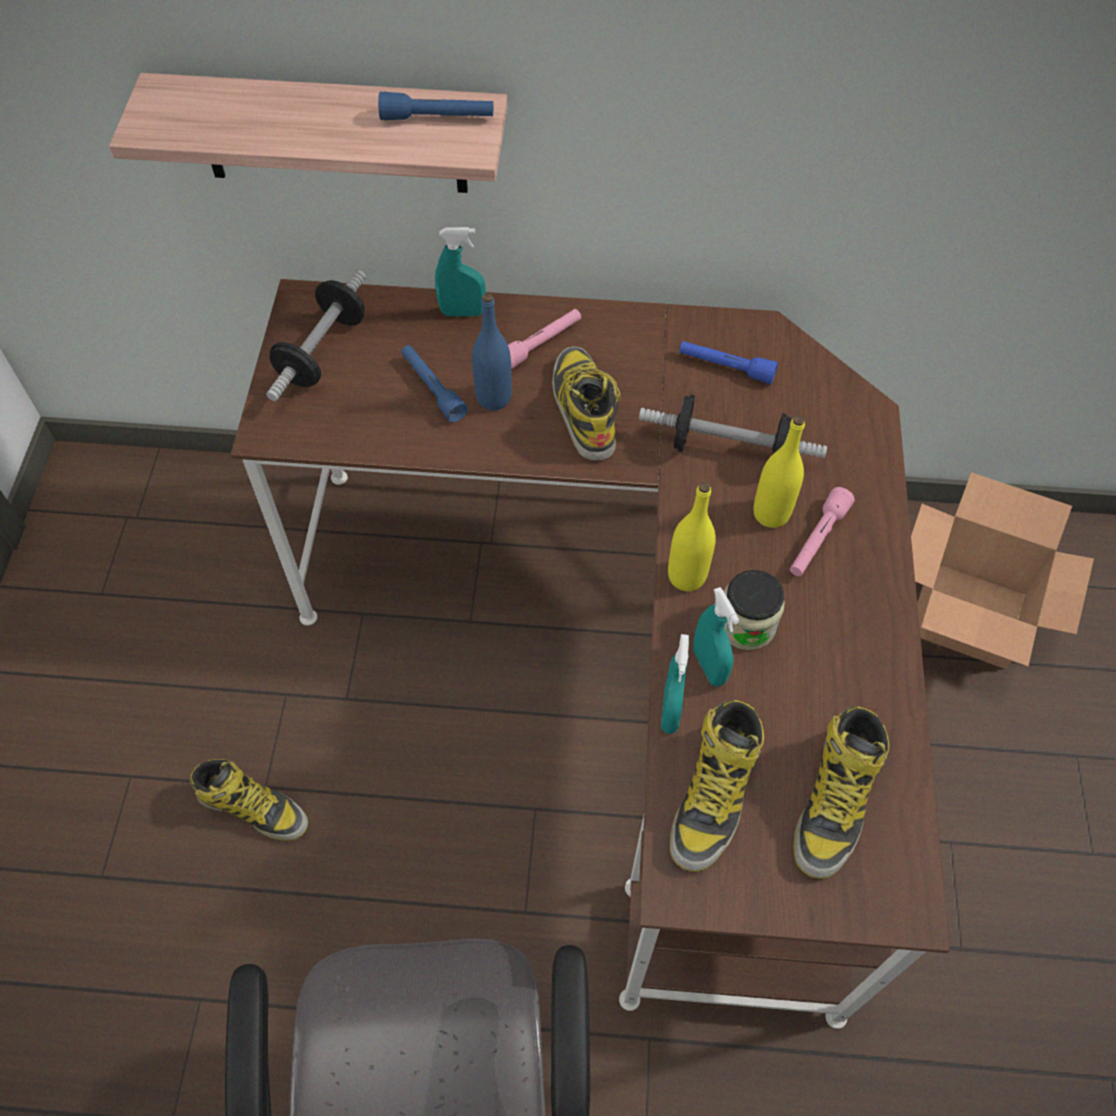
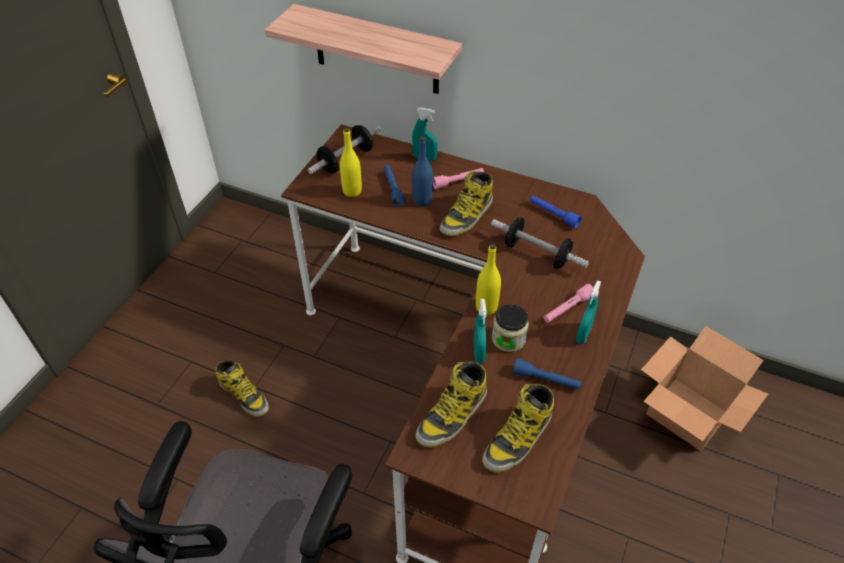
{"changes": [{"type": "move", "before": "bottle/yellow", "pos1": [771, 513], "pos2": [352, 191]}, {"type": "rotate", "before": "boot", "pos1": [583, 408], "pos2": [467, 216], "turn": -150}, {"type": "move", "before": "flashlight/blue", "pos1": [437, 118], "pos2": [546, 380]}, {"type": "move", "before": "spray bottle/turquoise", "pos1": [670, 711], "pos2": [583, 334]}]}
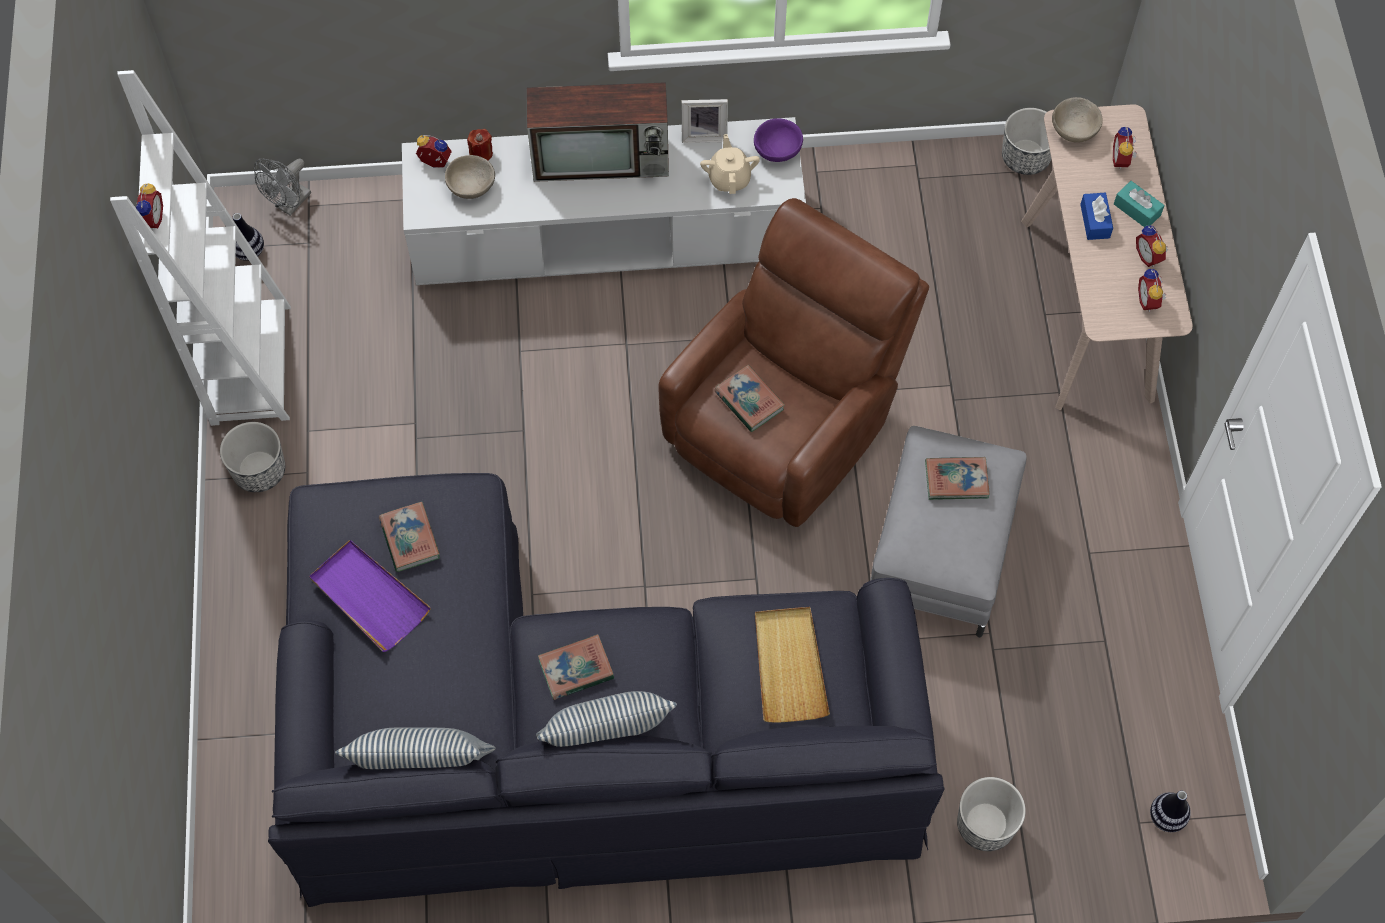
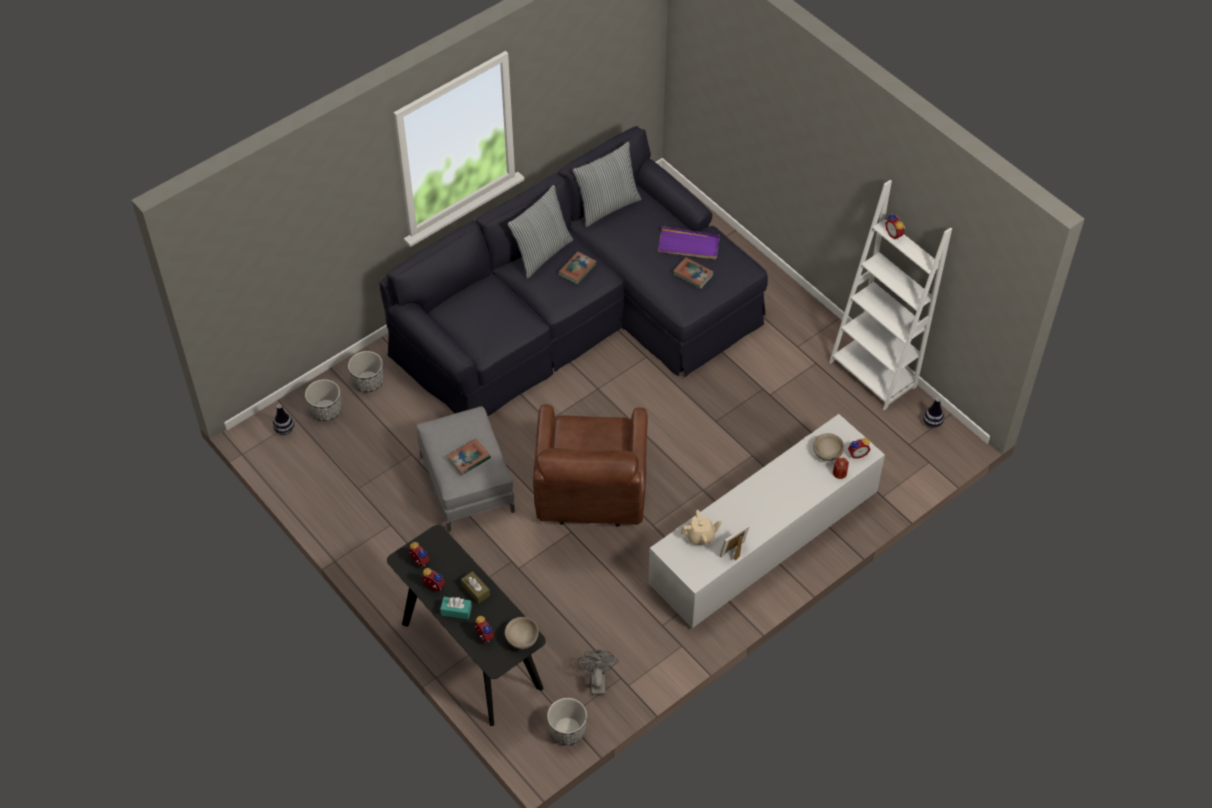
{"changes": [{"type": "move", "before": "planter", "pos1": [259, 471], "pos2": [326, 410]}, {"type": "recolor", "before": "console table/beige", "after": "console table/black", "pos1": [1087, 309], "pos2": [471, 655]}, {"type": "recolor", "before": "tissue box/blue", "after": "tissue box/brown", "pos1": [1095, 221], "pos2": [475, 590]}, {"type": "move", "before": "fan/grey", "pos1": [290, 204], "pos2": [597, 681]}, {"type": "rotate", "before": "teapot/beige", "pos1": [729, 178], "pos2": [700, 536], "turn": -60}, {"type": "delete", "before": "television", "pos1": [603, 158]}, {"type": "delete", "before": "book", "pos1": [749, 401]}, {"type": "delete", "before": "bowl/purple", "pos1": [777, 150]}, {"type": "delete", "before": "tray/beige", "pos1": [789, 666]}]}
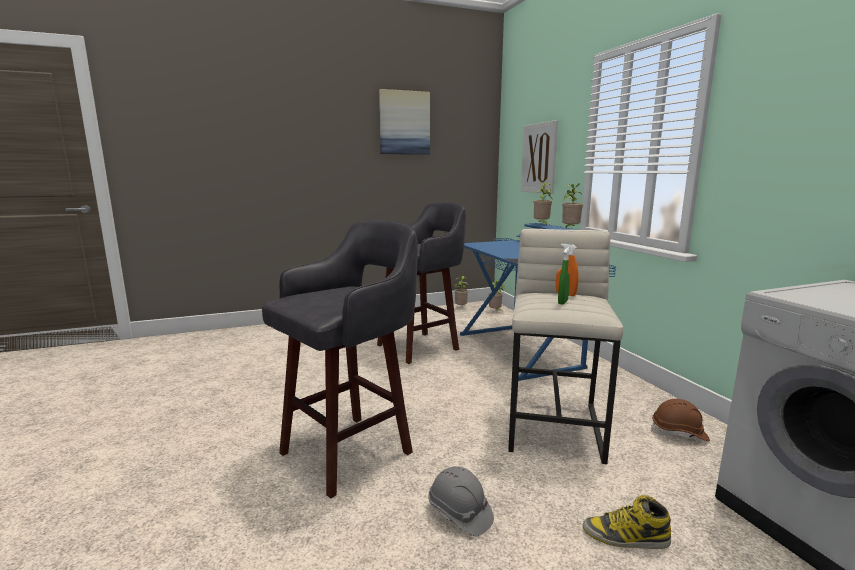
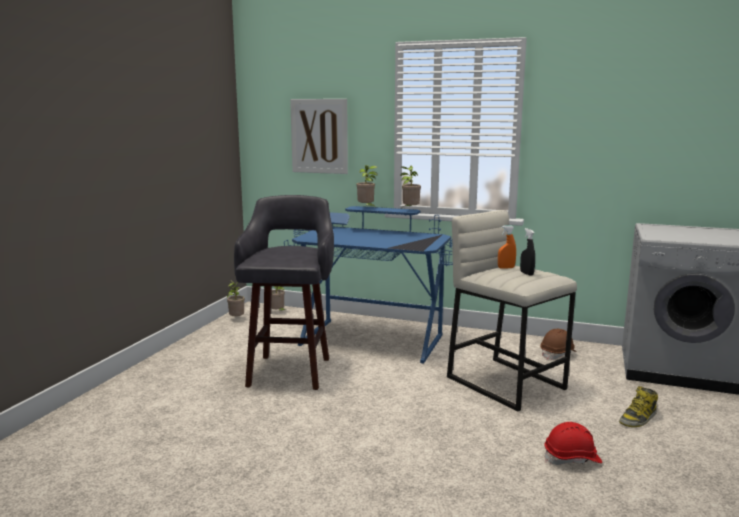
{"changes": [{"type": "recolor", "before": "spray bottle/green", "after": "spray bottle/black", "pos1": [563, 302], "pos2": [526, 273]}, {"type": "recolor", "before": "hard hat/grey", "after": "hard hat/red", "pos1": [459, 513], "pos2": [572, 459]}, {"type": "delete", "before": "stool/grey", "pos1": [351, 451]}, {"type": "delete", "before": "picture", "pos1": [404, 123]}]}
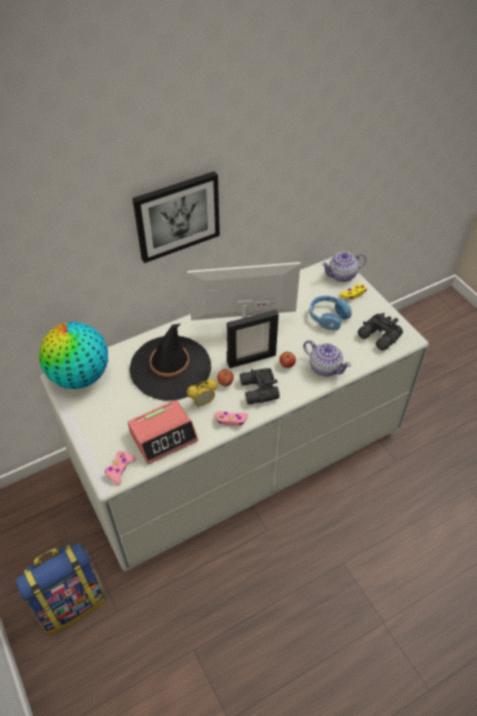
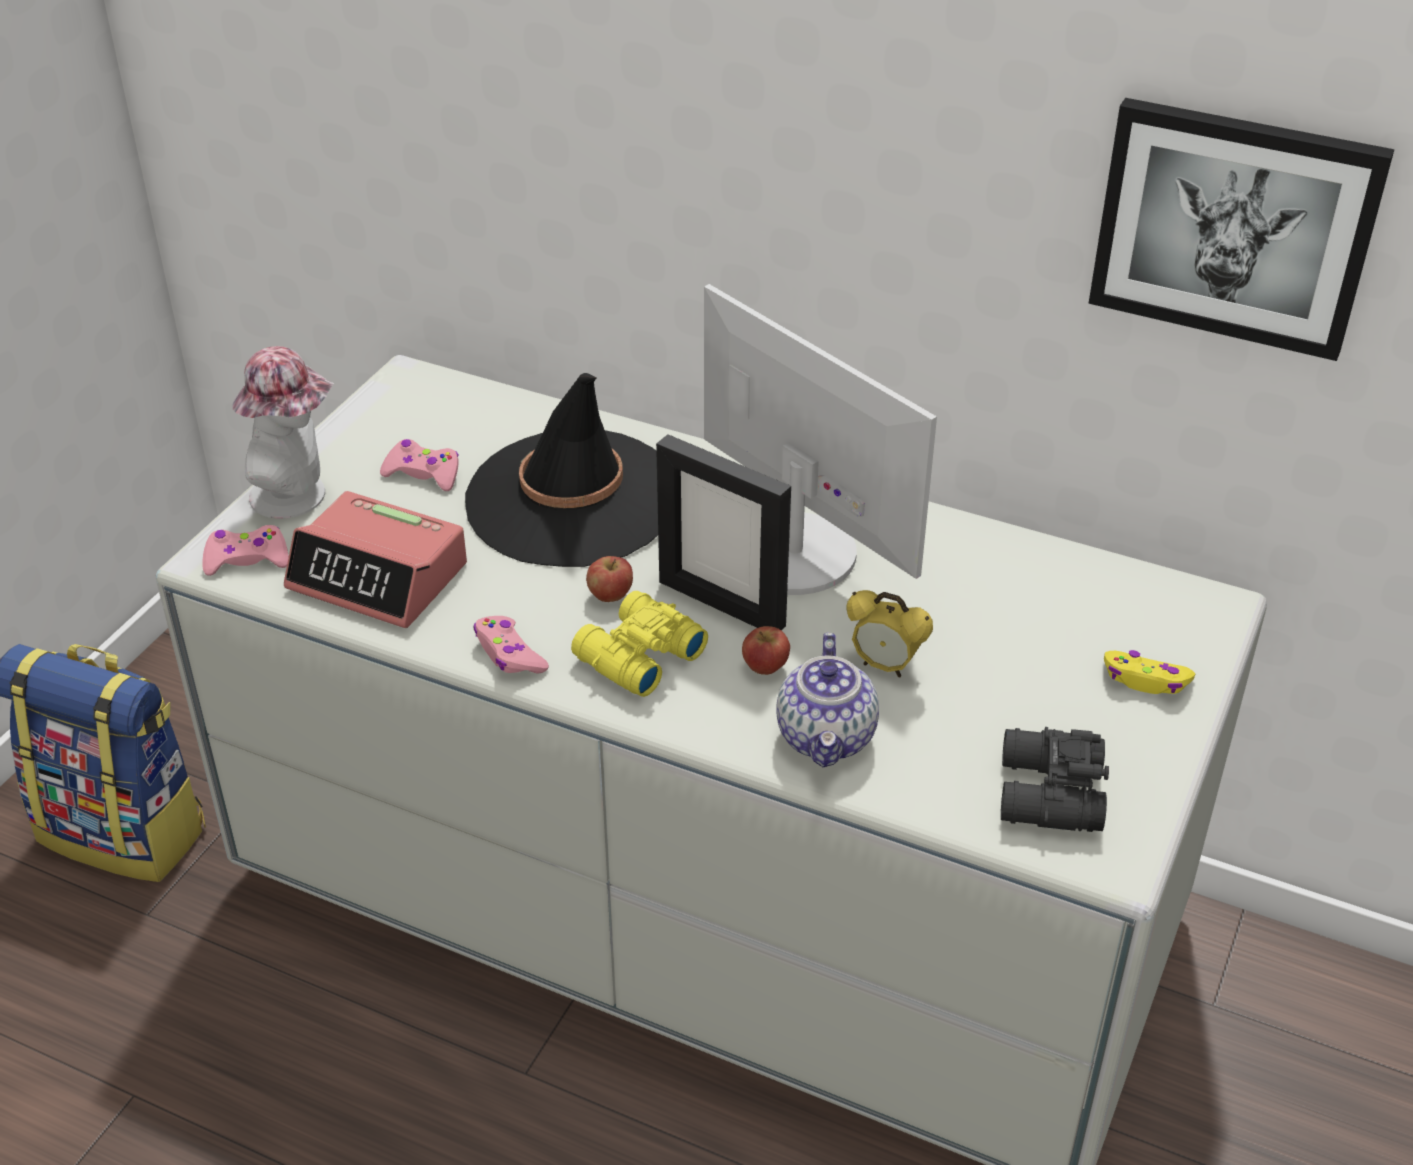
{"changes": [{"type": "insert", "after": "hat", "pos2": [298, 496]}, {"type": "insert", "after": "game controller/pink", "pos2": [423, 473]}, {"type": "recolor", "before": "binoculars/black", "after": "binoculars/yellow", "pos1": [258, 391], "pos2": [636, 656]}, {"type": "move", "before": "alarm clock", "pos1": [203, 402], "pos2": [885, 666]}, {"type": "move", "before": "picture", "pos1": [177, 216], "pos2": [1234, 226]}, {"type": "delete", "before": "globe", "pos1": [80, 376]}, {"type": "delete", "before": "headphones/blue", "pos1": [328, 317]}, {"type": "delete", "before": "teapot", "pos1": [342, 275]}]}
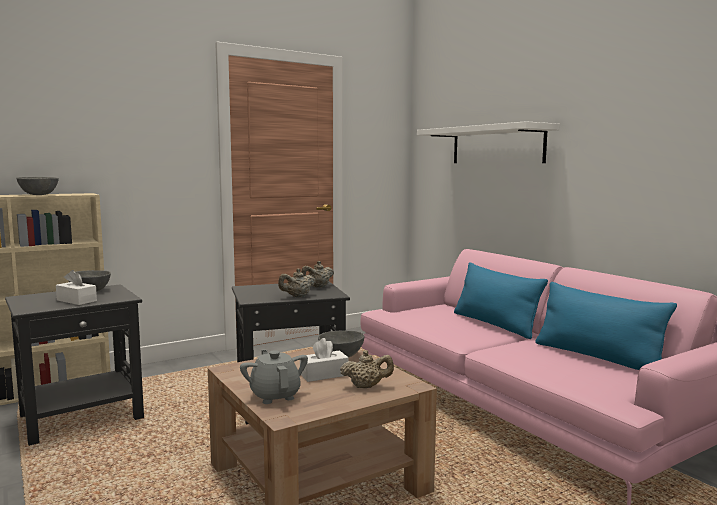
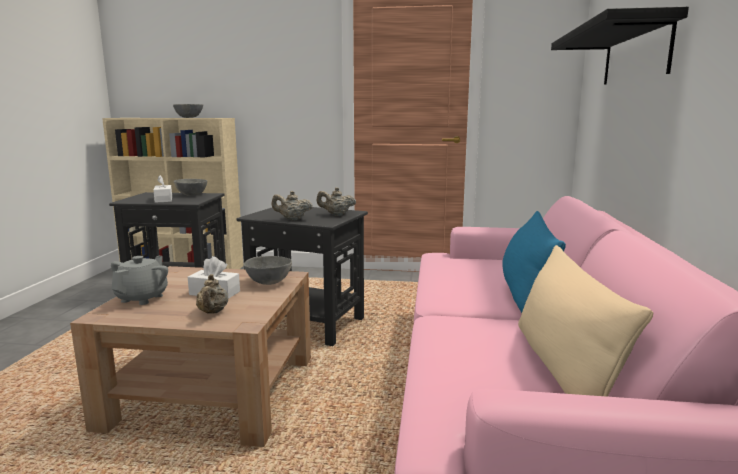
{"changes": [{"type": "rotate", "before": "teapot/beige", "pos1": [366, 386], "pos2": [212, 312], "turn": 45}, {"type": "recolor", "before": "pillow/blue", "after": "pillow/beige", "pos1": [597, 357], "pos2": [563, 368]}, {"type": "recolor", "before": "shelf/white", "after": "shelf/black", "pos1": [496, 145], "pos2": [635, 54]}]}
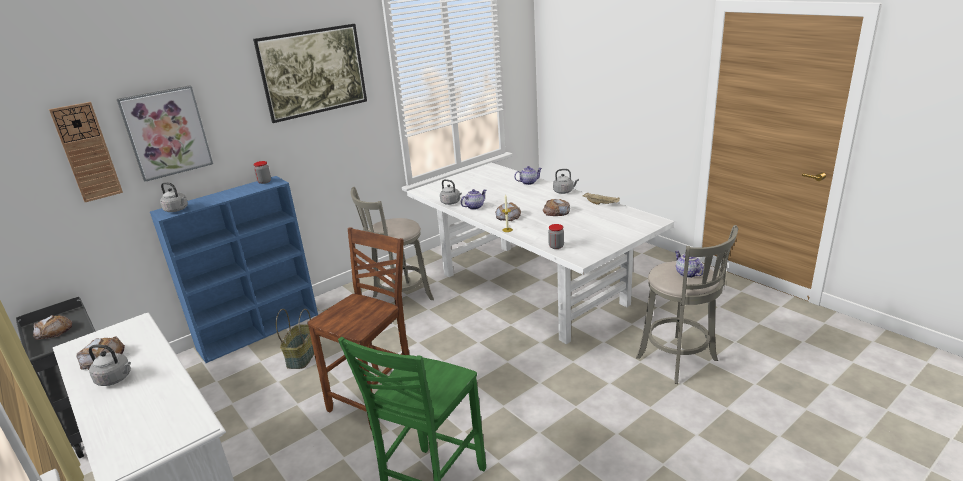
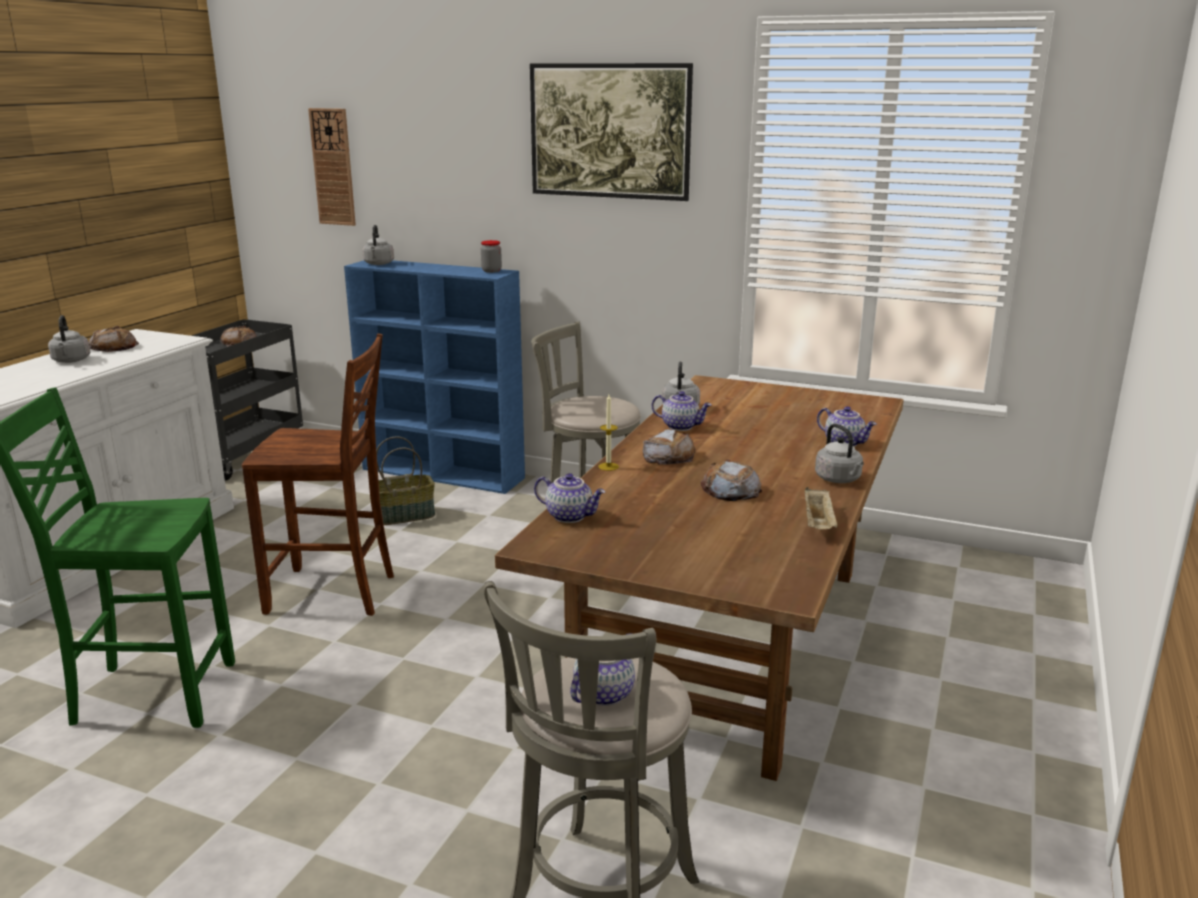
{"changes": [{"type": "recolor", "before": "dining table/white", "after": "dining table/brown", "pos1": [530, 288], "pos2": [728, 639]}, {"type": "replace", "before": "jar", "after": "teapot", "pos1": [556, 246], "pos2": [570, 516]}, {"type": "delete", "before": "picture", "pos1": [166, 132]}]}
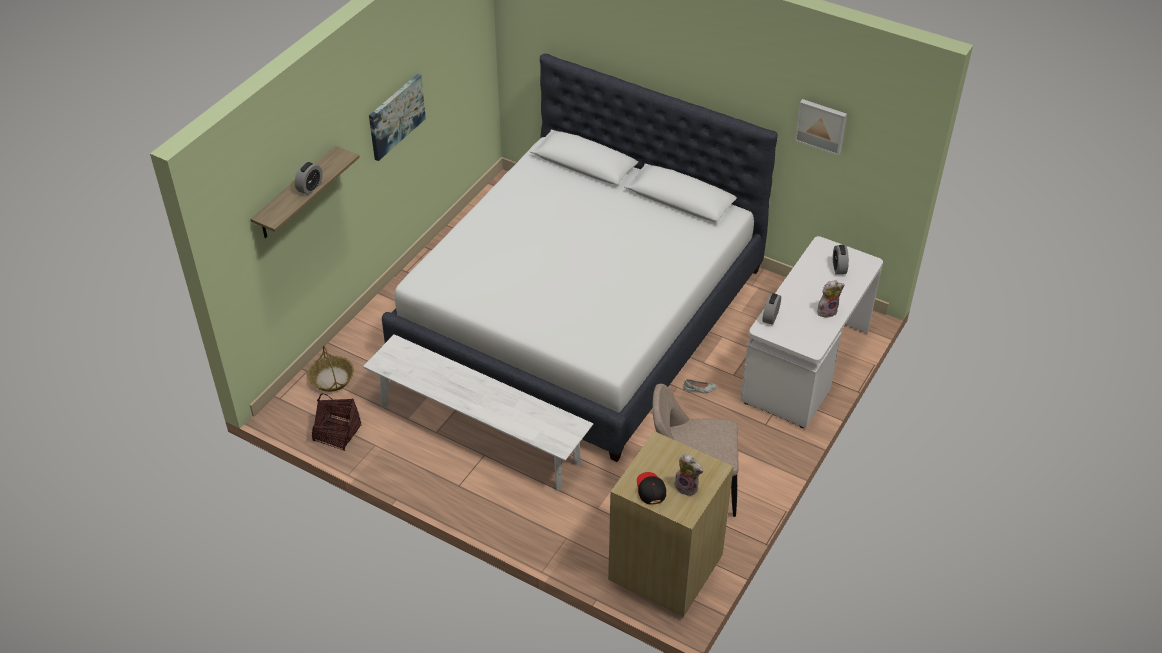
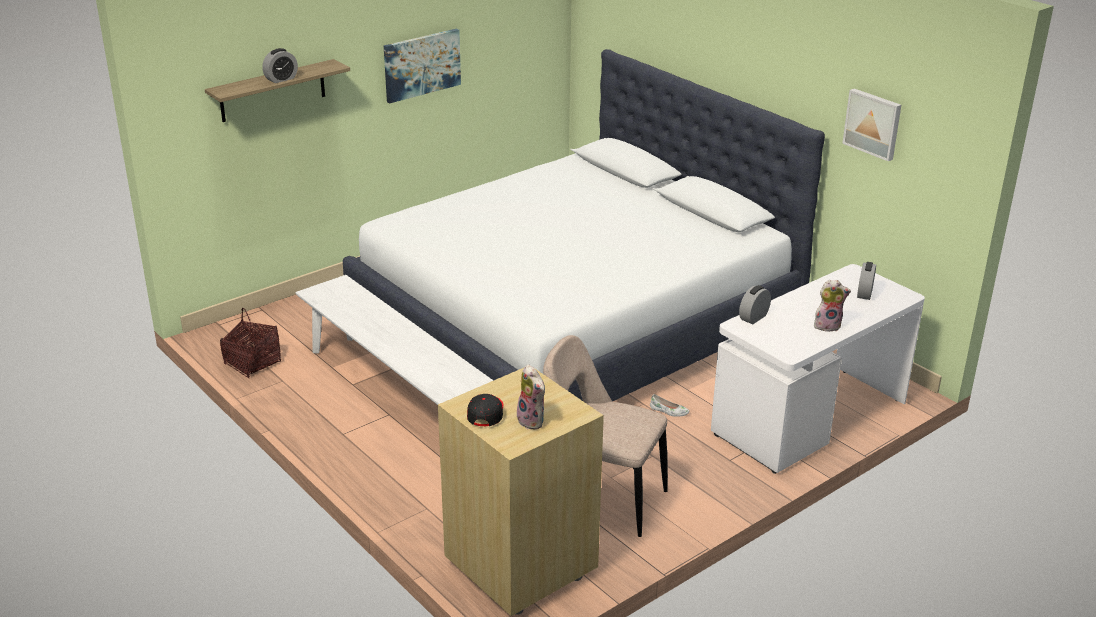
{"changes": [{"type": "delete", "before": "basket", "pos1": [331, 378]}]}
